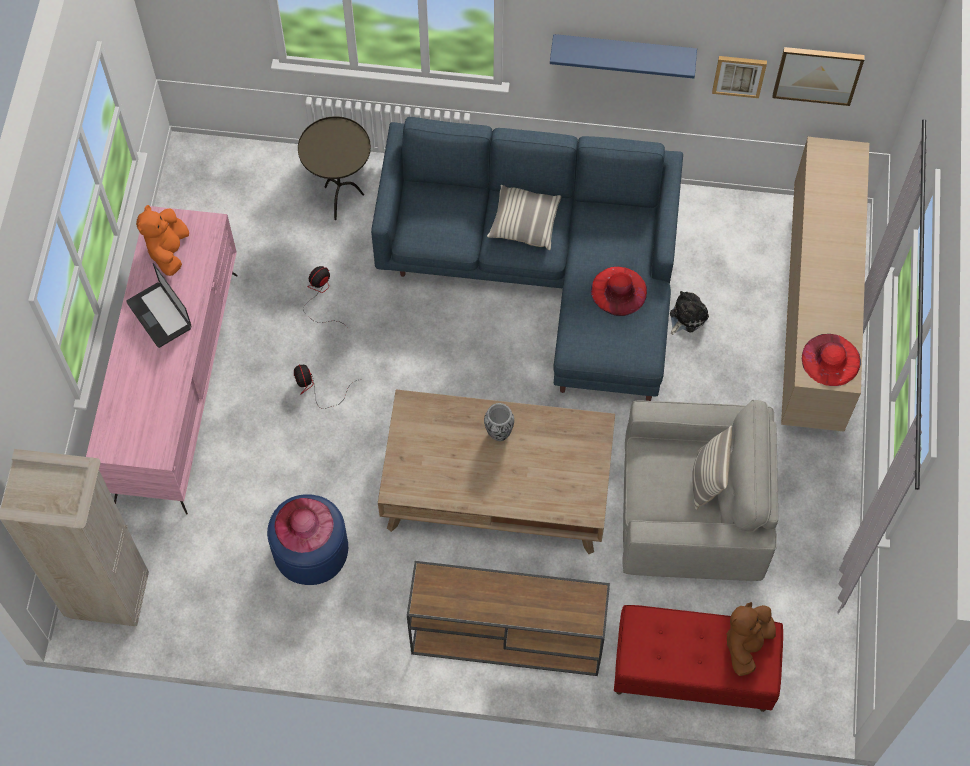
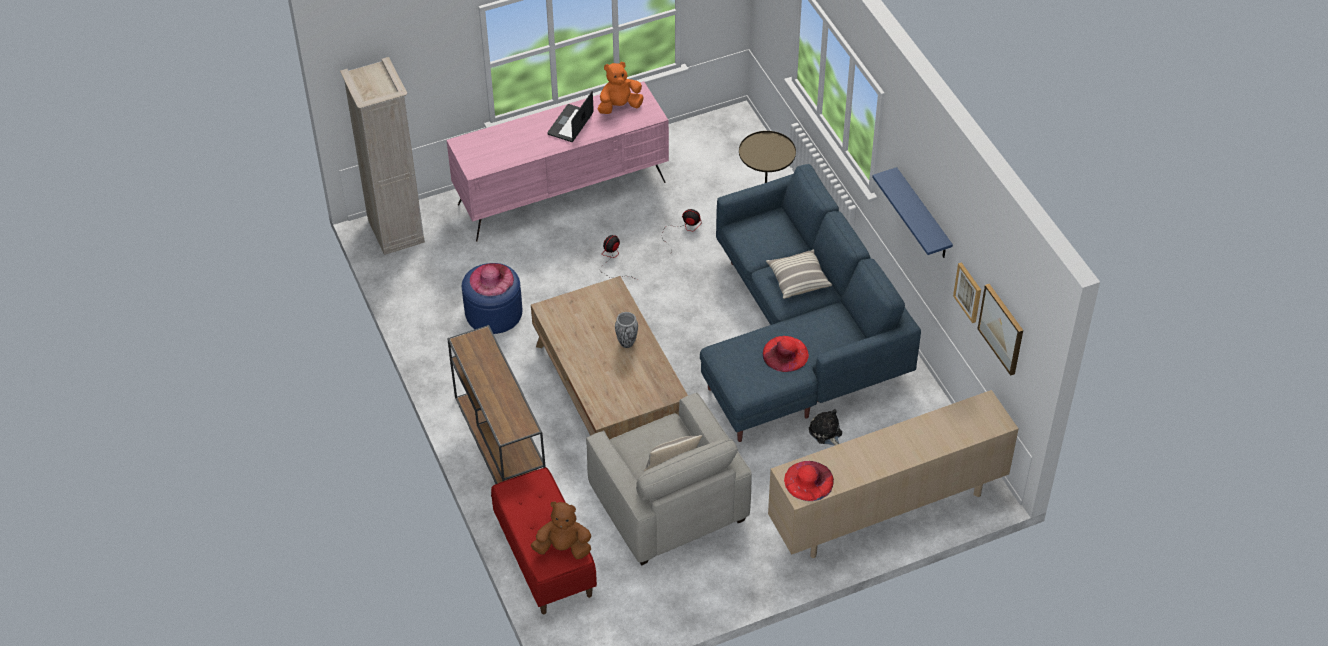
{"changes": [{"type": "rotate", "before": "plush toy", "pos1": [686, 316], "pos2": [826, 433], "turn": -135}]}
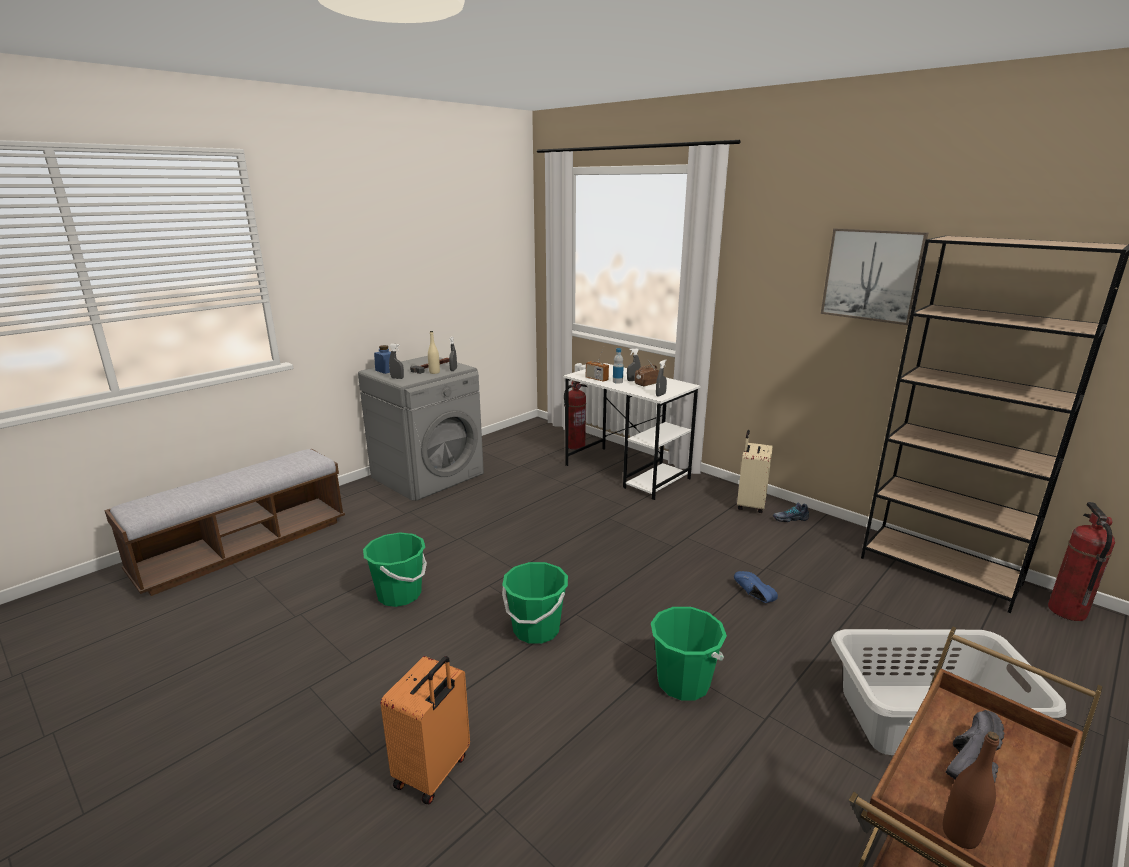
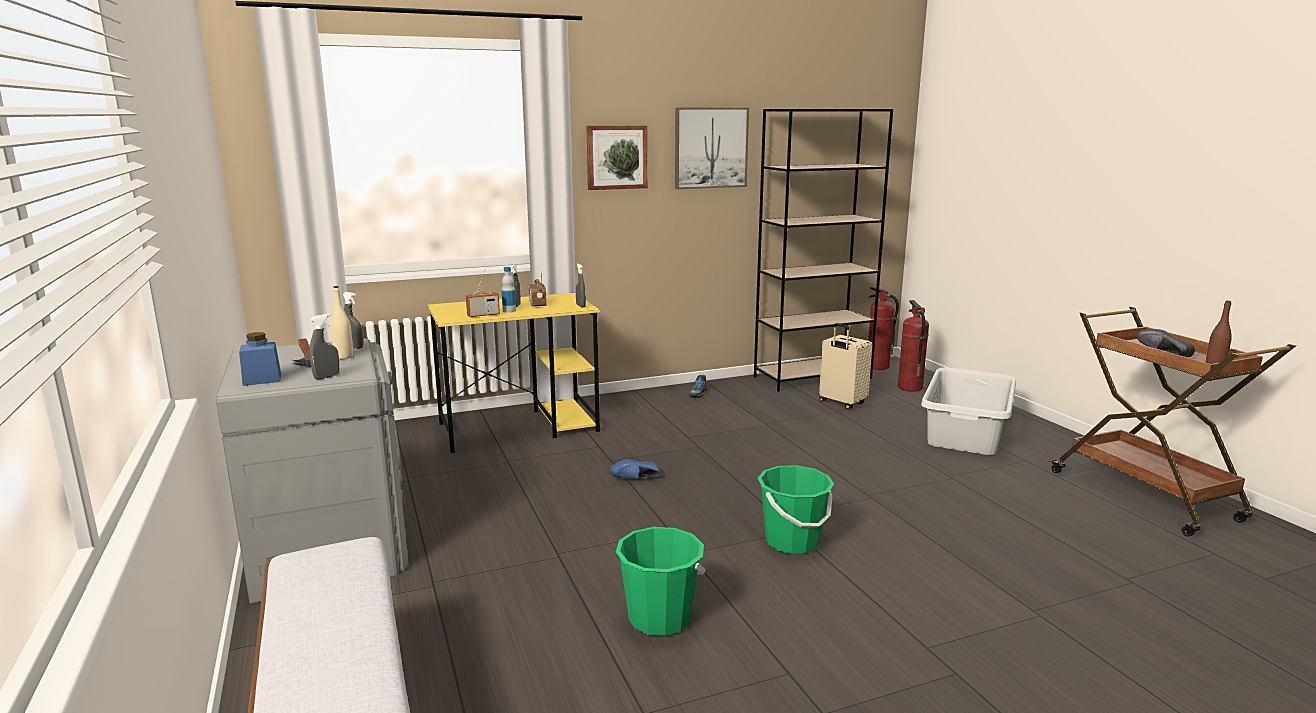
{"changes": [{"type": "recolor", "before": "desk/white", "after": "desk/yellow", "pos1": [627, 472], "pos2": [520, 427]}, {"type": "insert", "after": "picture", "pos2": [616, 157]}, {"type": "move", "before": "shoe/blue", "pos1": [752, 595], "pos2": [636, 479]}, {"type": "move", "before": "suitcase/beige", "pos1": [749, 505], "pos2": [841, 403]}, {"type": "move", "before": "fire extinguisher", "pos1": [575, 446], "pos2": [910, 387]}, {"type": "delete", "before": "suitcase/orange", "pos1": [433, 772]}, {"type": "delete", "before": "bucket/green", "pos1": [683, 682]}]}
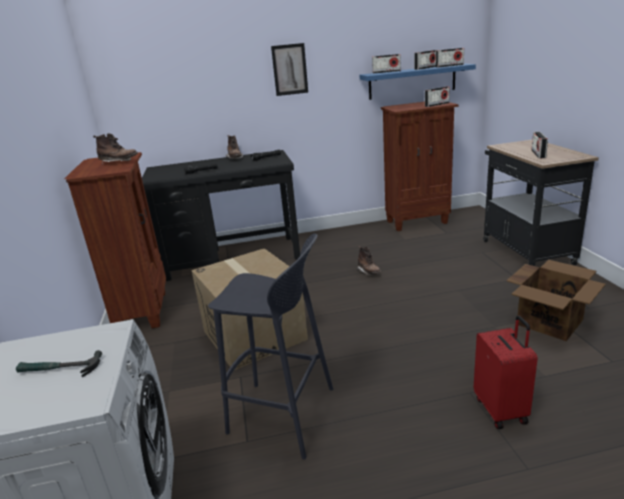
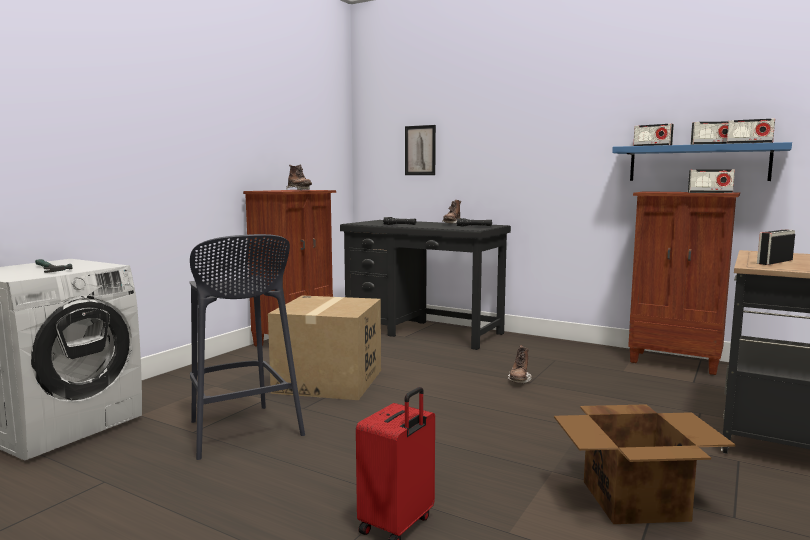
{"changes": [{"type": "move", "before": "picture", "pos1": [290, 69], "pos2": [420, 150]}]}
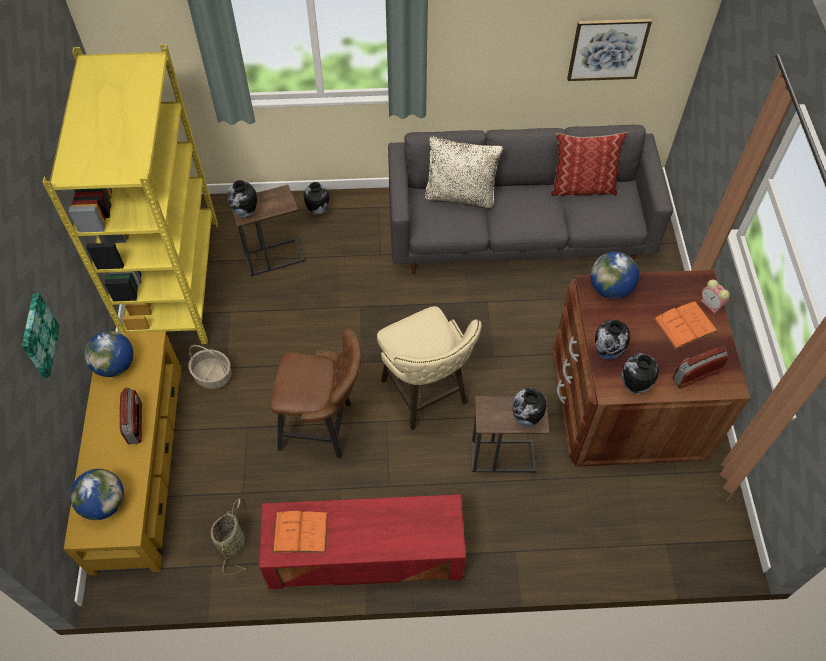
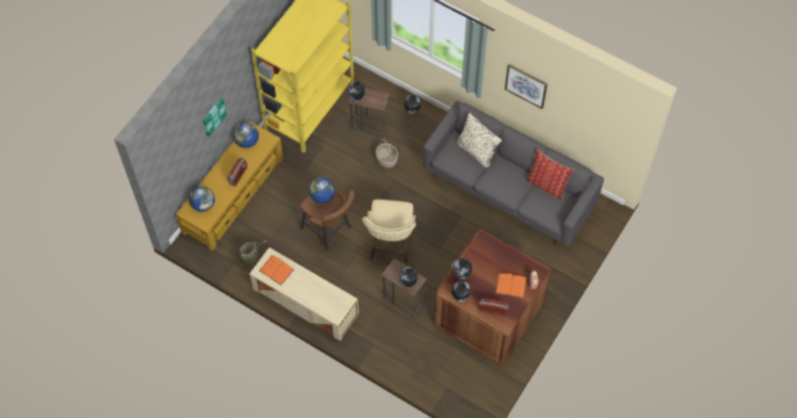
{"changes": [{"type": "recolor", "before": "bench/red", "after": "bench/beige", "pos1": [364, 555], "pos2": [304, 302]}, {"type": "move", "before": "globe", "pos1": [610, 289], "pos2": [322, 196]}, {"type": "move", "before": "basket", "pos1": [212, 376], "pos2": [386, 159]}, {"type": "move", "before": "picture", "pos1": [607, 49], "pos2": [526, 85]}]}
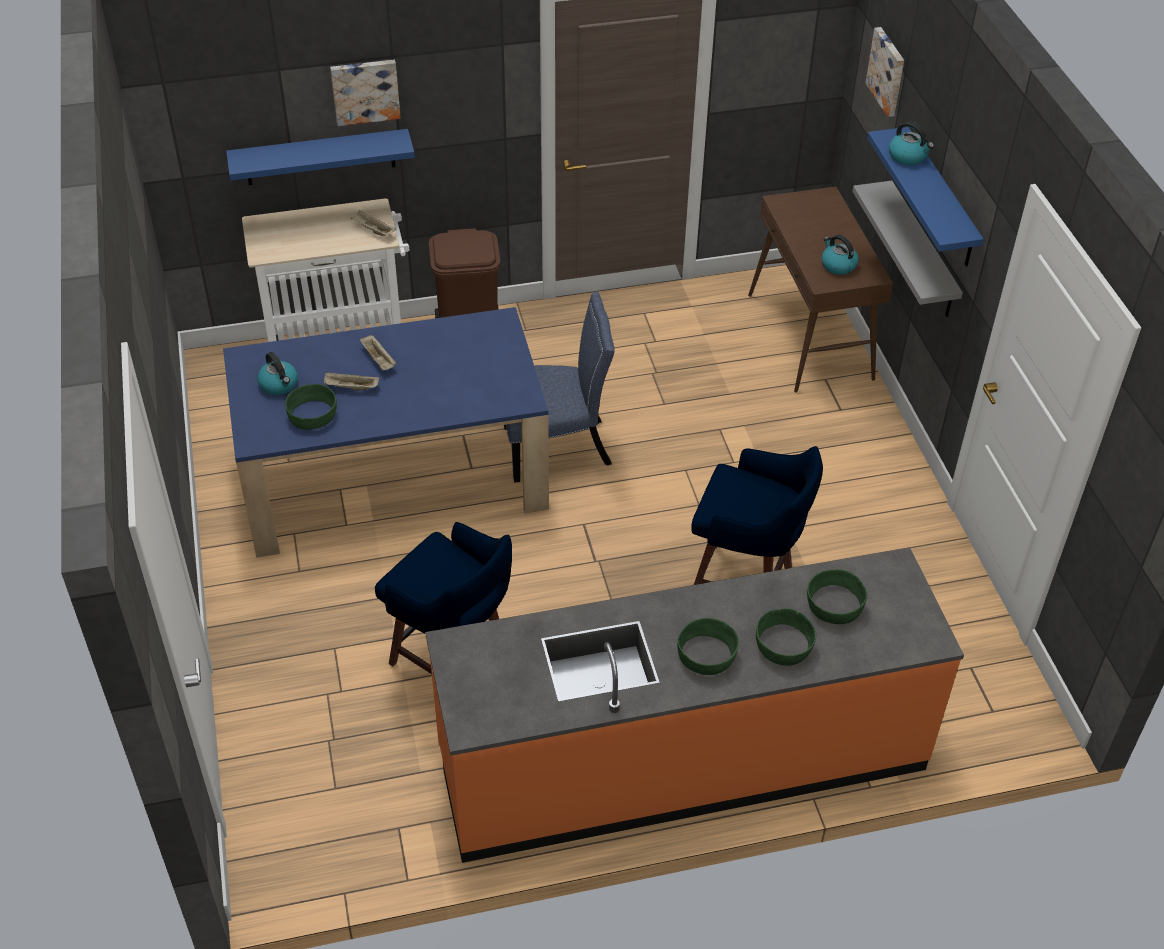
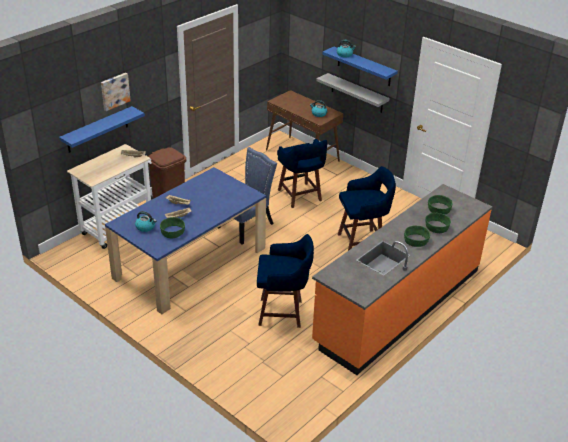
{"changes": [{"type": "insert", "after": "stool/blue", "pos2": [300, 196]}, {"type": "delete", "before": "picture", "pos1": [888, 71]}]}
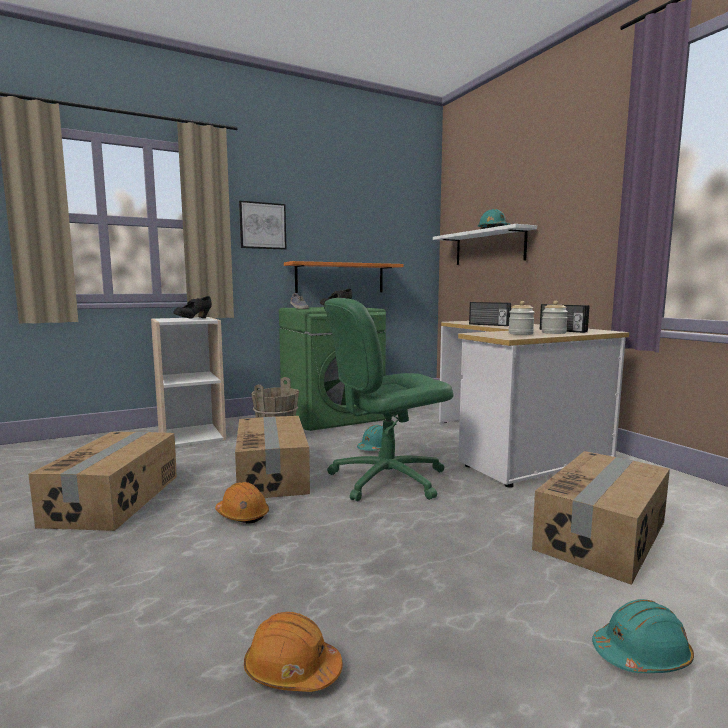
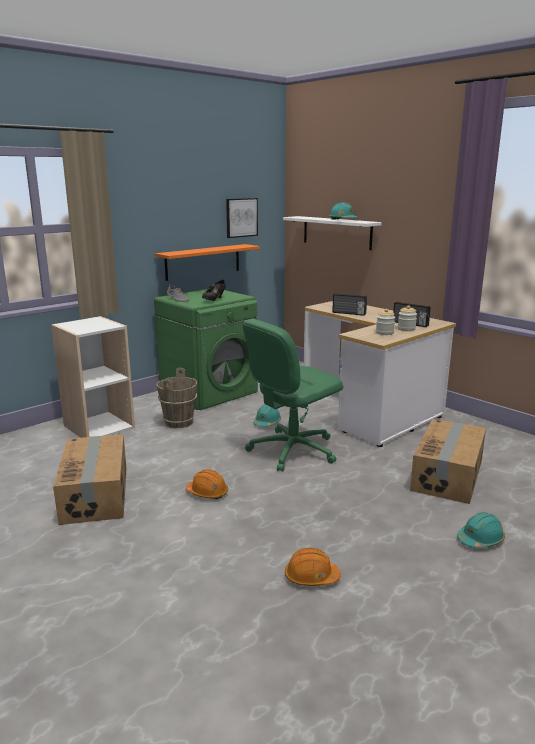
{"changes": [{"type": "move", "before": "picture", "pos1": [262, 226], "pos2": [241, 217]}, {"type": "delete", "before": "shoe/black", "pos1": [193, 319]}, {"type": "delete", "before": "cardboard box", "pos1": [273, 474]}]}
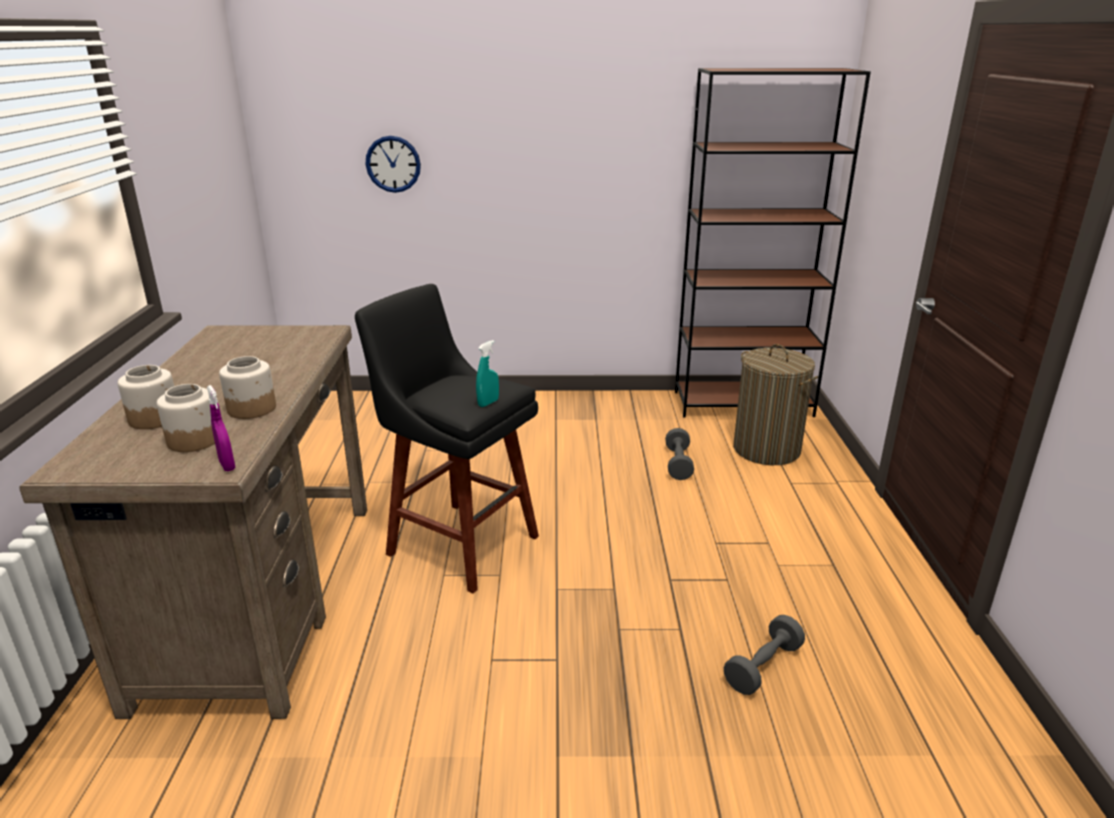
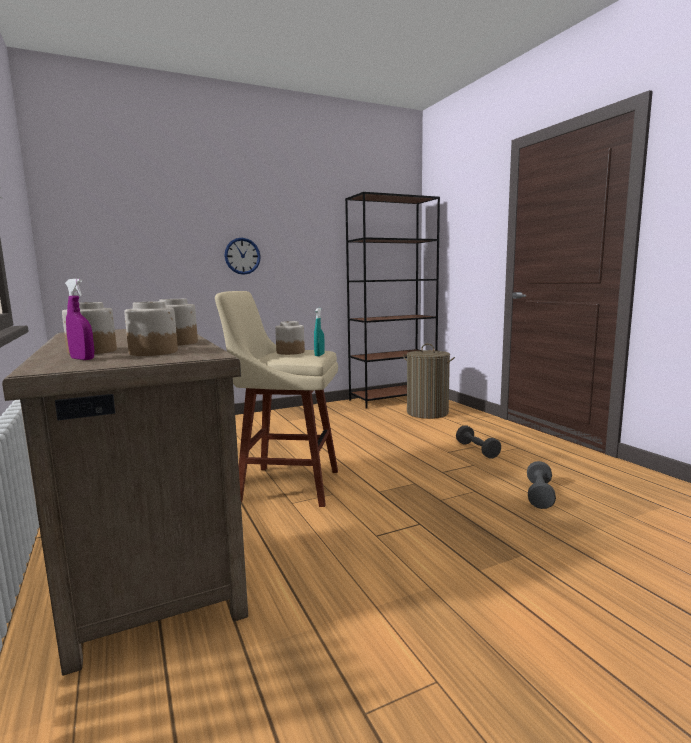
{"changes": [{"type": "move", "before": "spray bottle/purple", "pos1": [227, 465], "pos2": [82, 359]}, {"type": "recolor", "before": "stool/black", "after": "stool/beige", "pos1": [460, 543], "pos2": [287, 485]}, {"type": "move", "before": "wall clock", "pos1": [393, 164], "pos2": [242, 256]}, {"type": "insert", "after": "jar", "pos2": [290, 352]}, {"type": "move", "before": "dumbbell/grey", "pos1": [678, 464], "pos2": [477, 450]}]}
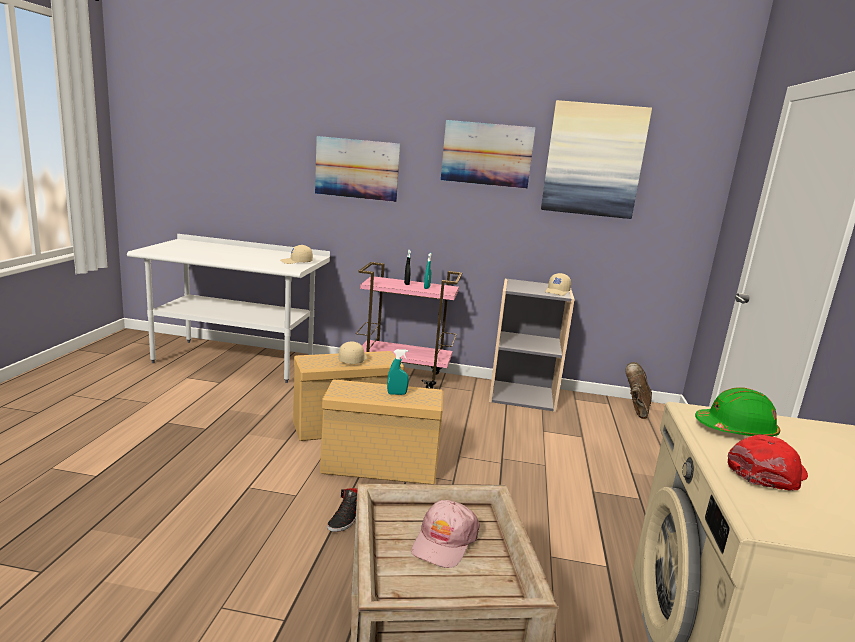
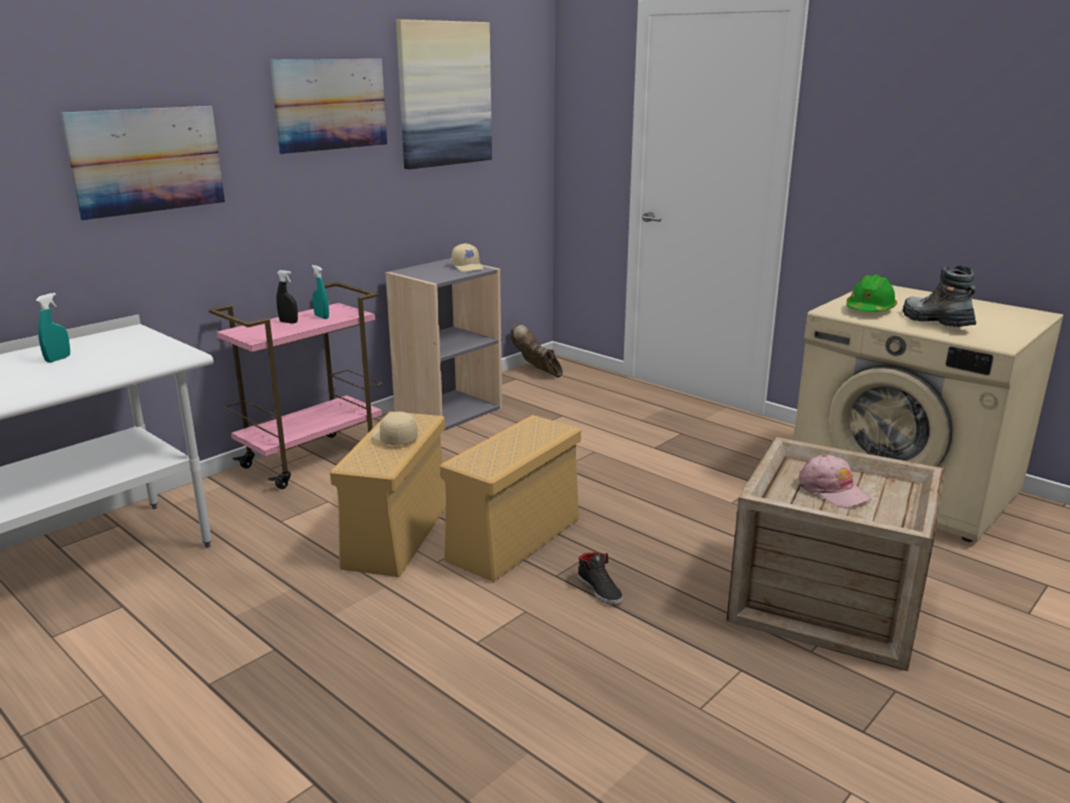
{"changes": [{"type": "move", "before": "spray bottle/turquoise", "pos1": [397, 394], "pos2": [58, 359]}, {"type": "replace", "before": "cap/red", "after": "boot", "pos1": [767, 472], "pos2": [935, 322]}, {"type": "delete", "before": "cap/beige", "pos1": [296, 262]}]}
